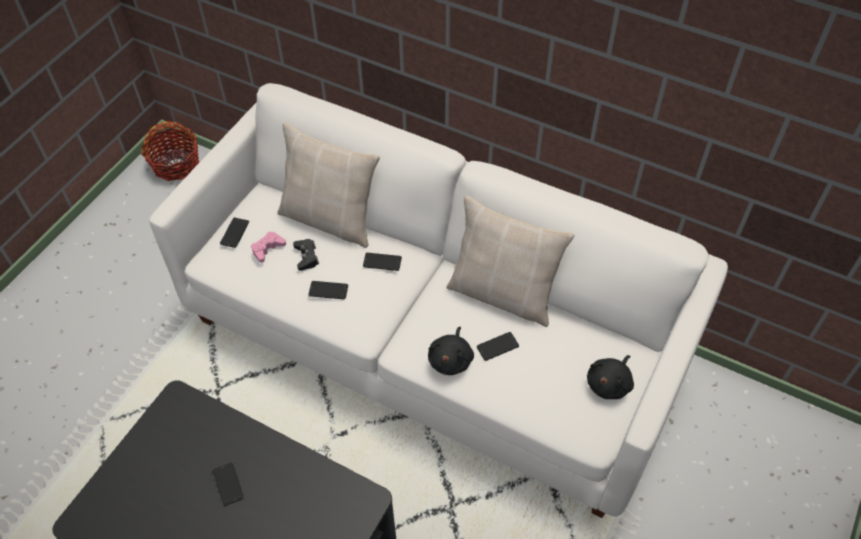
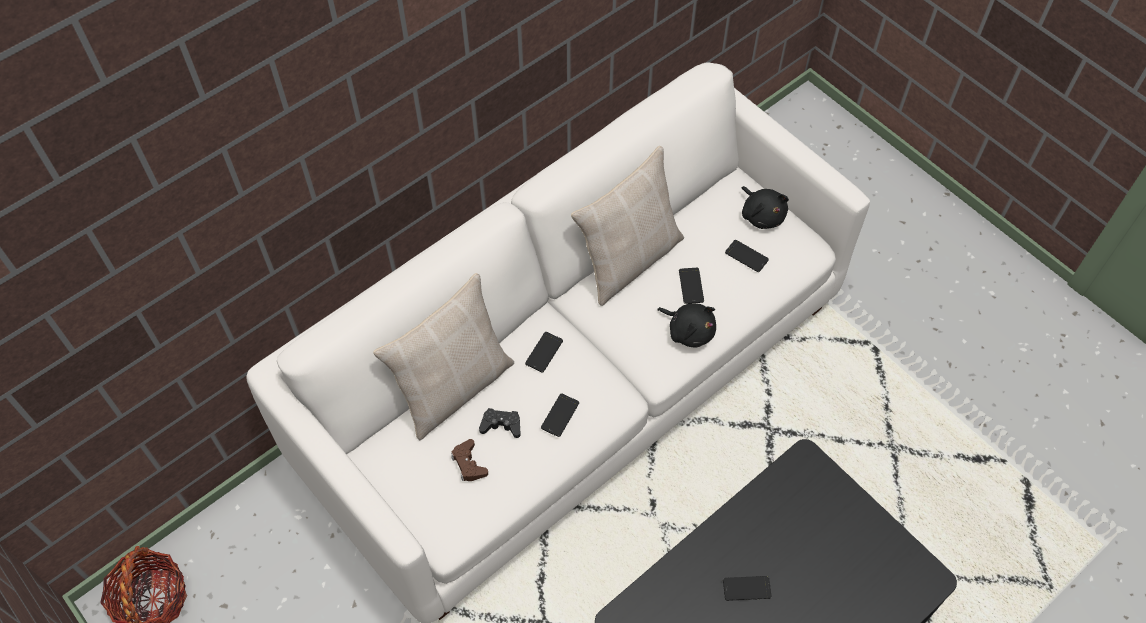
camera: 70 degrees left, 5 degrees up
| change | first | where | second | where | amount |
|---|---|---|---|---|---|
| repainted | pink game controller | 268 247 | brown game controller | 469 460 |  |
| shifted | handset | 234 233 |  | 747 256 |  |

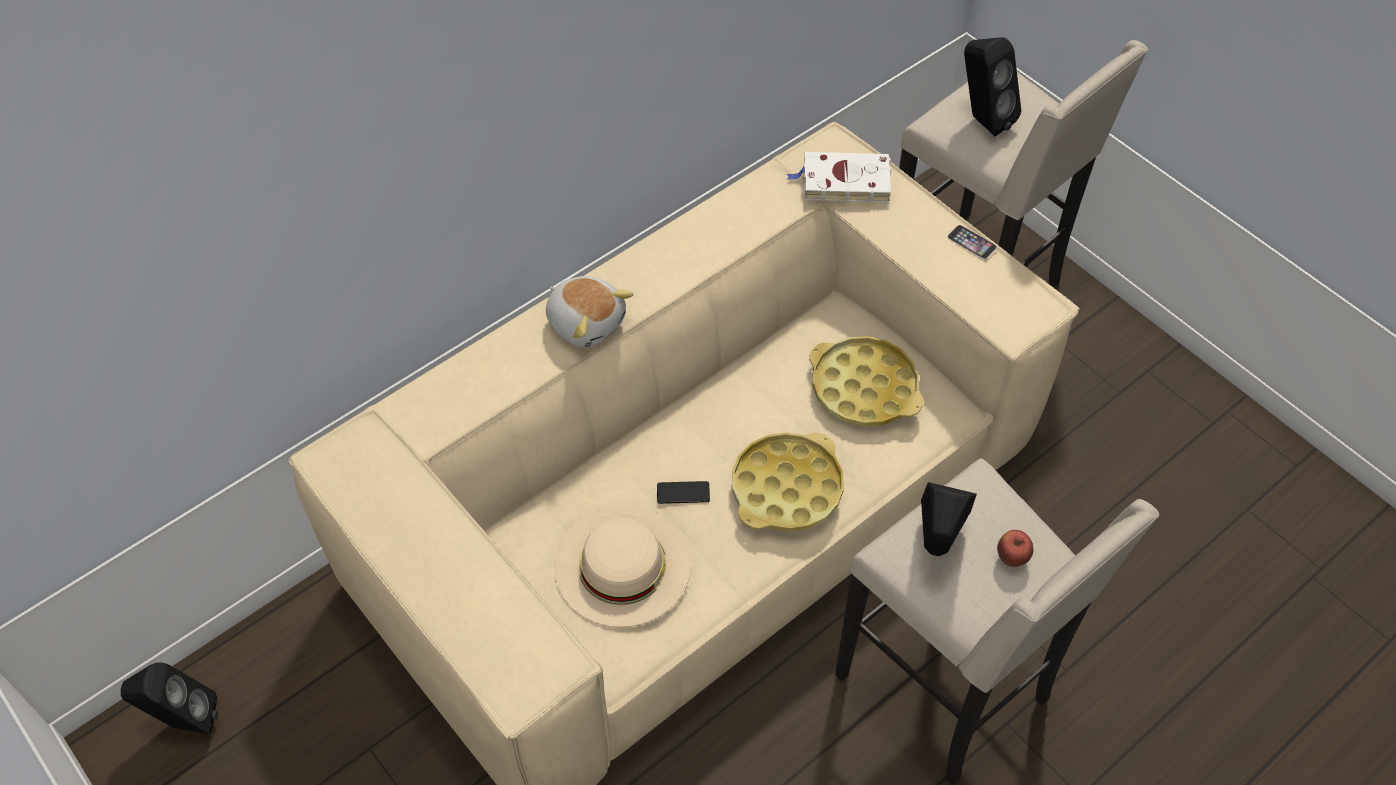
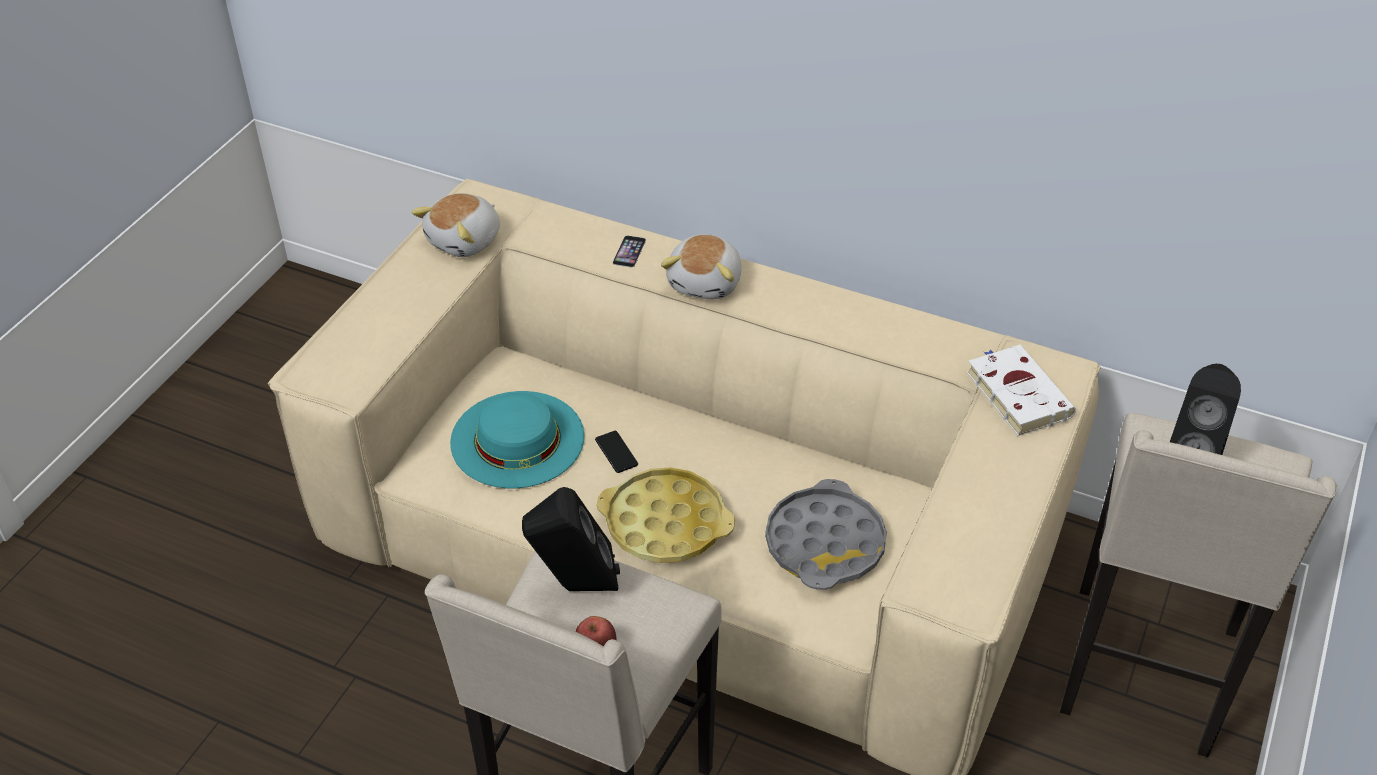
camera: 65 degrees right, 10 degrees down
| change | first | where | second | where | amount |
|---|---|---|---|---|---|
| new |  |  | plush toy | 456 225 |  |
| repainted | beige hat | 622 566 | turquoise-coloured hat | 517 439 |  |
| shifted | handset | 972 242 |  | 629 251 |  |
| repainted | yellow carrying tray | 866 381 | grey carrying tray | 826 534 |  |
| gone | black loudspeaker | 169 699 |  |  |  |

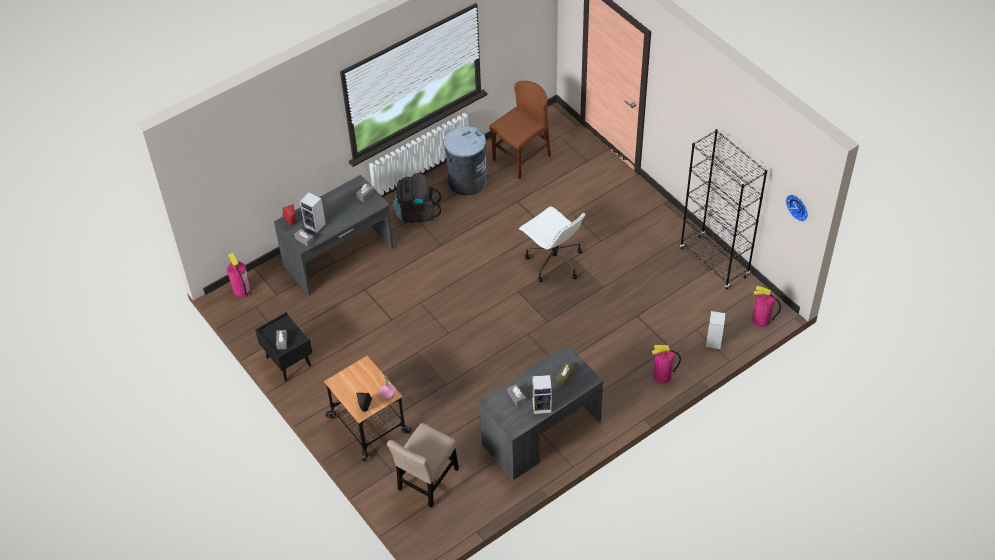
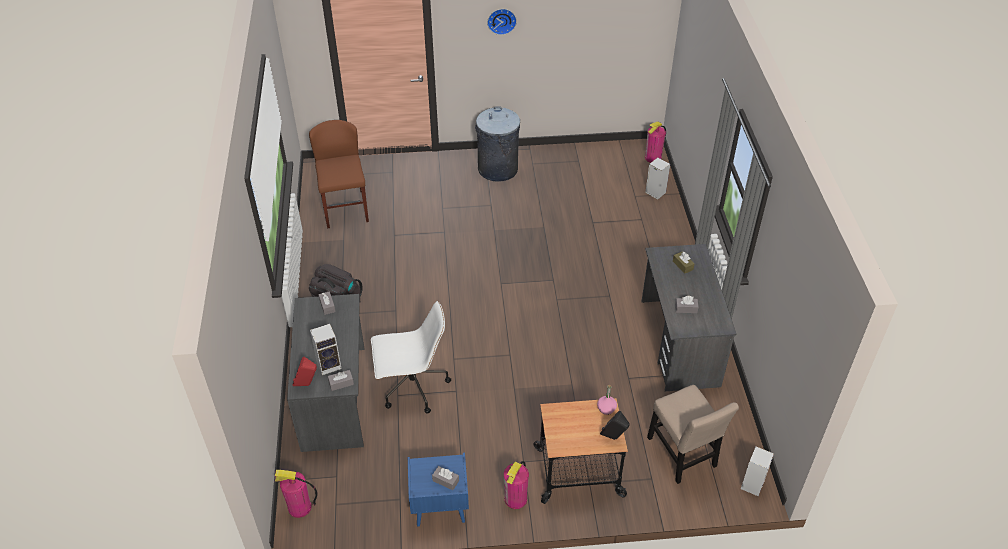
camera: 60 degrees left, 5 degrees down
| change | first | where | second | where | amount |
|---|---|---|---|---|---|
| shifted | white desk chair | 552 244 |  | 411 357 |  |
| repainted | black night table | 284 346 | bluish night table | 438 490 |  |
| shifted | grey trash can | 465 160 |  | 497 144 |  |
| shifted | wall clock | 797 208 |  | 502 22 |  |
| shifted | fire extinguisher | 666 364 |  | 516 485 |  |
| shifted | loudspeaker | 542 394 |  | 757 471 |  |
| gone | black bookshelf | 723 209 |  |  |  |

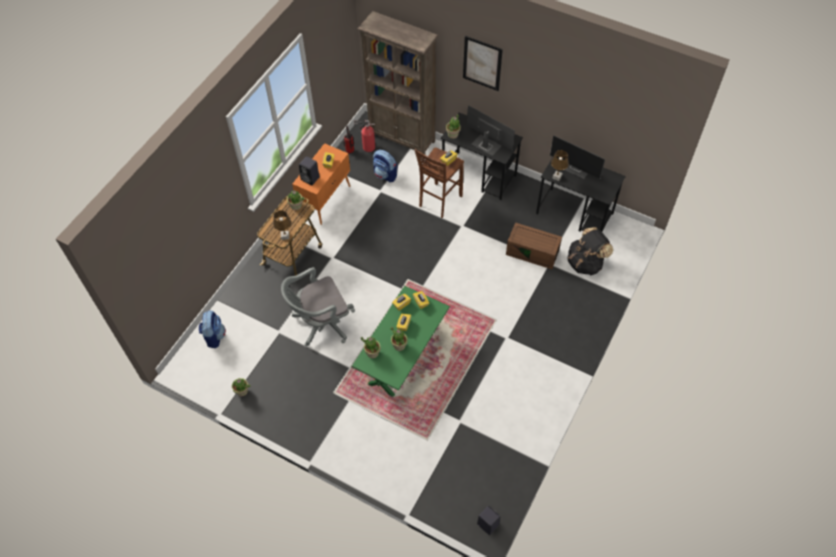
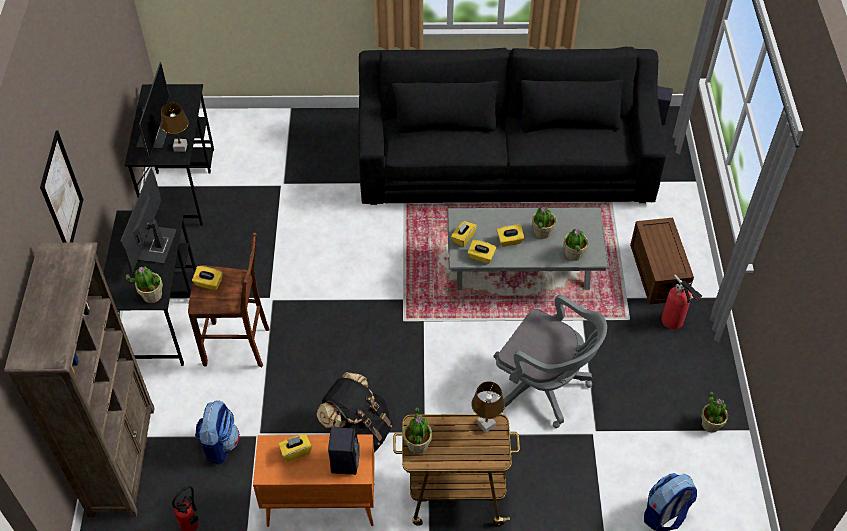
camera: 120 degrees left, 5 degrees down
| change | first | where | second | where | amount |
|---|---|---|---|---|---|
| shifted | black backpack | 590 251 |  | 354 412 |  |
| new |  |  | black couch | 512 126 |  |
| repainted | green-coloured low table | 401 341 | grey low table | 528 248 |  |
| shifted | brown storage bin | 534 245 |  | 662 261 |  |
| shifted | fire extinguisher | 364 135 |  | 681 302 |  |

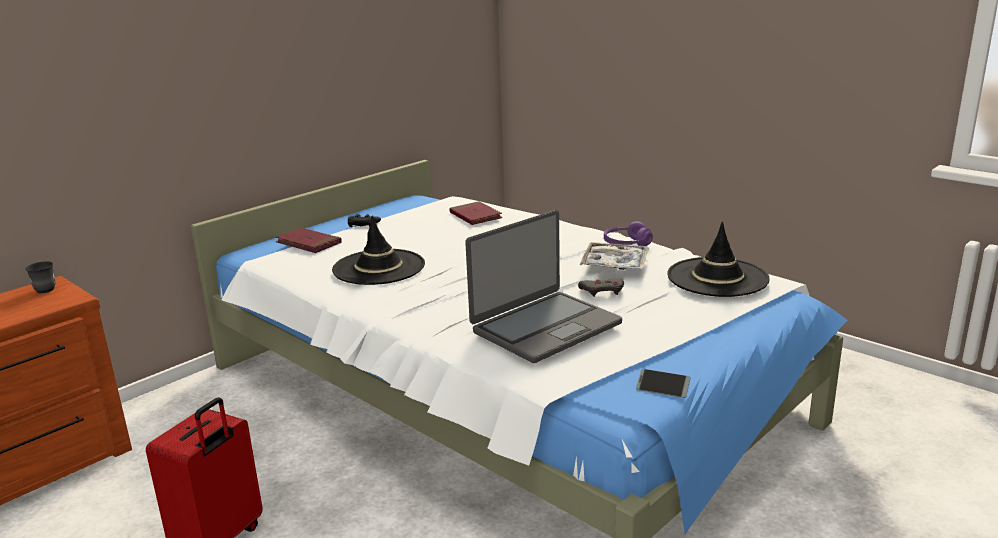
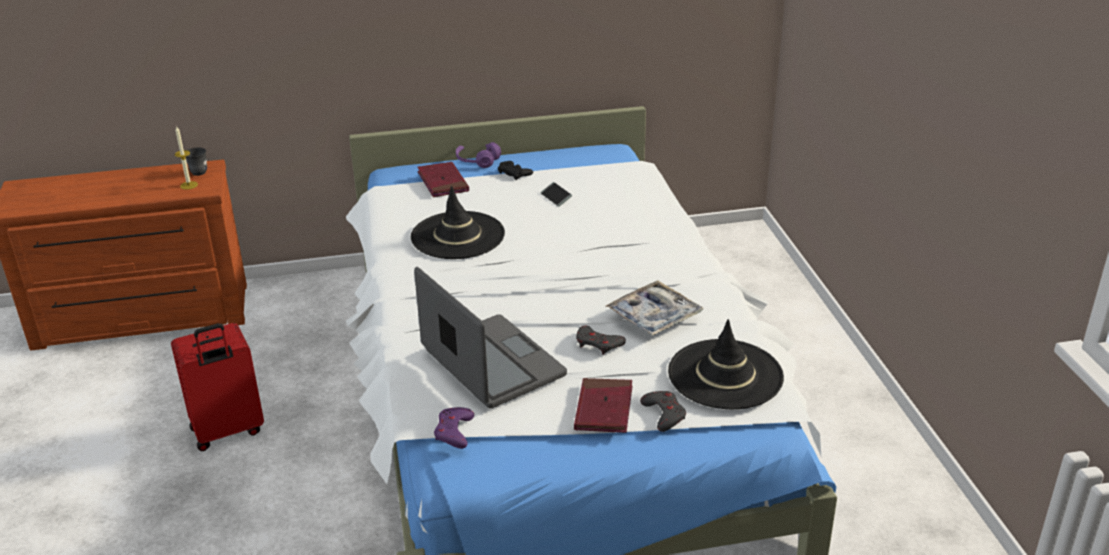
camera: 35 degrees right, 10 degrees up
| change | first | where | second | where | amount |
|---|---|---|---|---|---|
| new |  |  | wax light | 186 158 |  |
| rotated | portable computer | 543 286 |  | 490 338 | 120 degrees counterclockwise |
| new |  |  | purple game controller | 454 428 |  |
| shifted | purple pair of headphones | 628 233 |  | 478 155 |  |
| shifted | handset | 663 383 |  | 556 194 |  |
| shifted | red-coloured bound book | 475 213 |  | 603 405 |  |
| new |  |  | grey game controller | 663 411 |  |

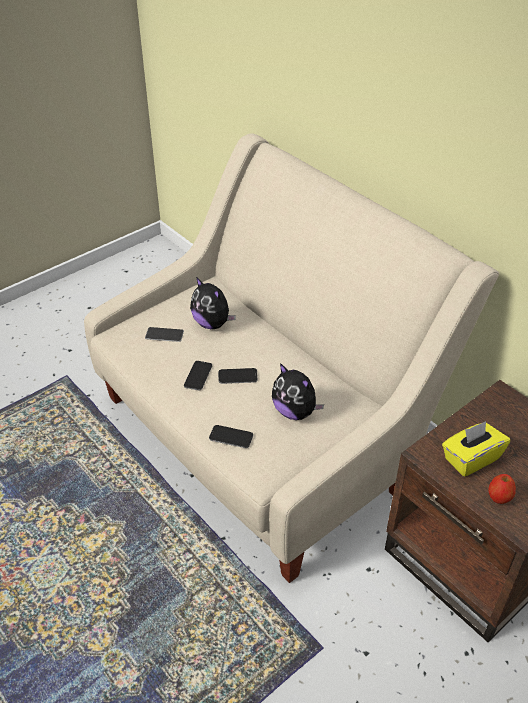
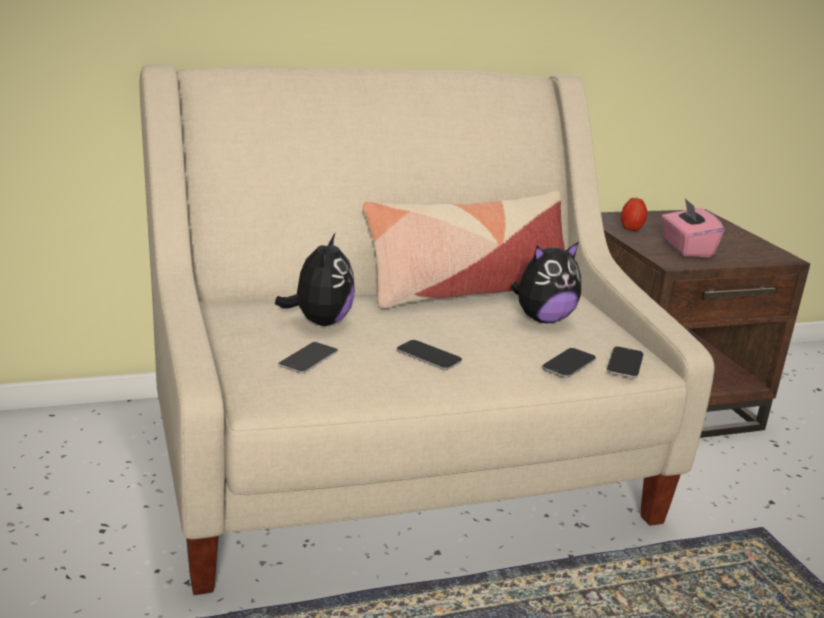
camera: 70 degrees left, 20 degrees down
| change | first | where | second | where | amount |
|---|---|---|---|---|---|
| rotated | plush toy | 213 303 |  | 315 279 | 60 degrees counterclockwise |
| new |  |  | throw pillow | 463 250 |  |
| shifted | handset | 238 376 |  | 625 362 |  |
| shifted | whole apple | 502 489 |  | 634 214 |  |
| repainted | yellow tissue box | 476 449 | pink tissue box | 692 227 |  |

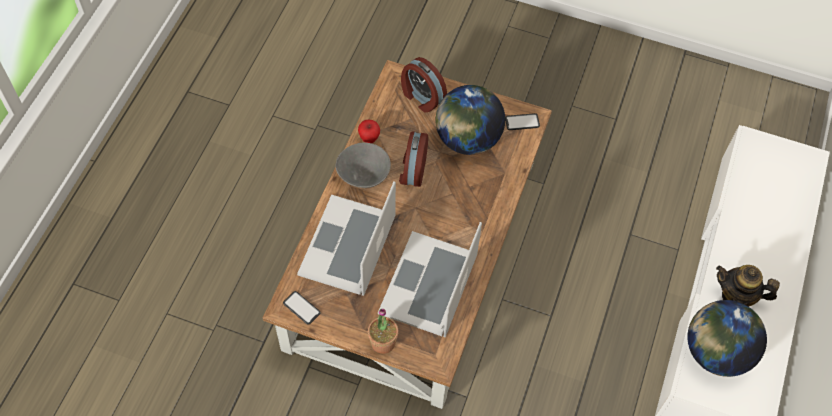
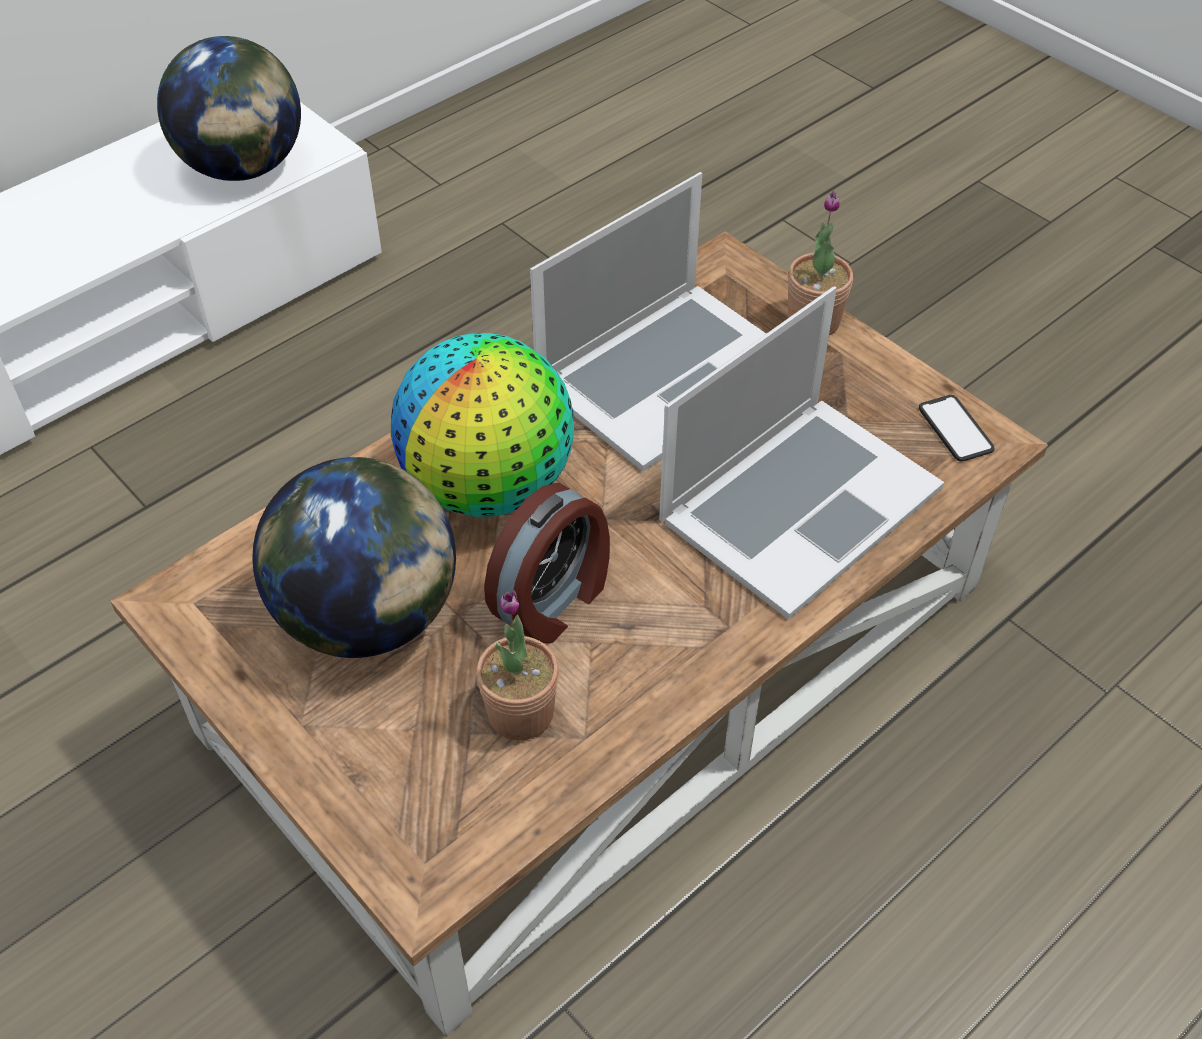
camera: 150 degrees left, 10 degrees down
| change | first | where | second | where | amount |
|---|---|---|---|---|---|
| new |  |  | globe | 482 425 |  |
| new |  |  | potted plant | 517 665 |  |
| gone | grey bowl | 363 165 |  |  |  |
| gone | whole apple | 369 131 |  |  |  |
| gone | alarm clock | 424 85 |  |  |  |
| gone | handset | 522 121 |  |  |  |
| gone | tea pot | 748 286 |  |  |  |

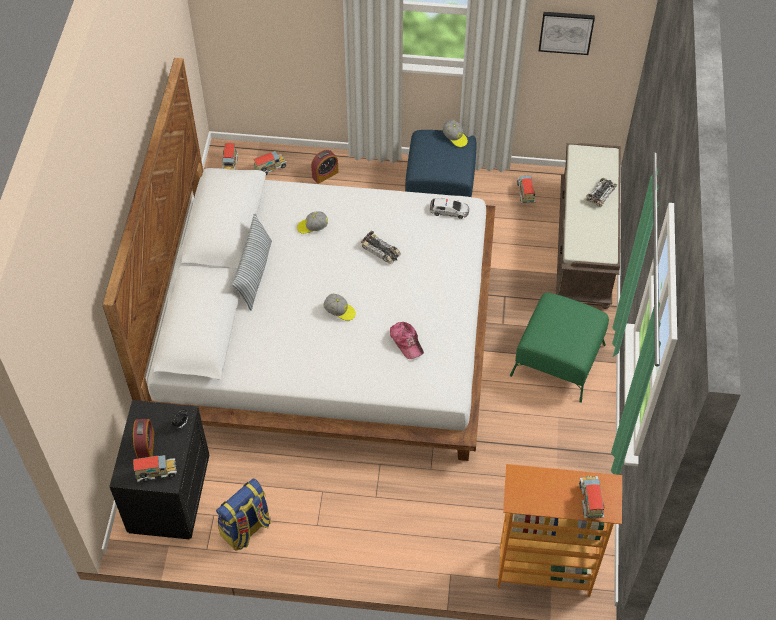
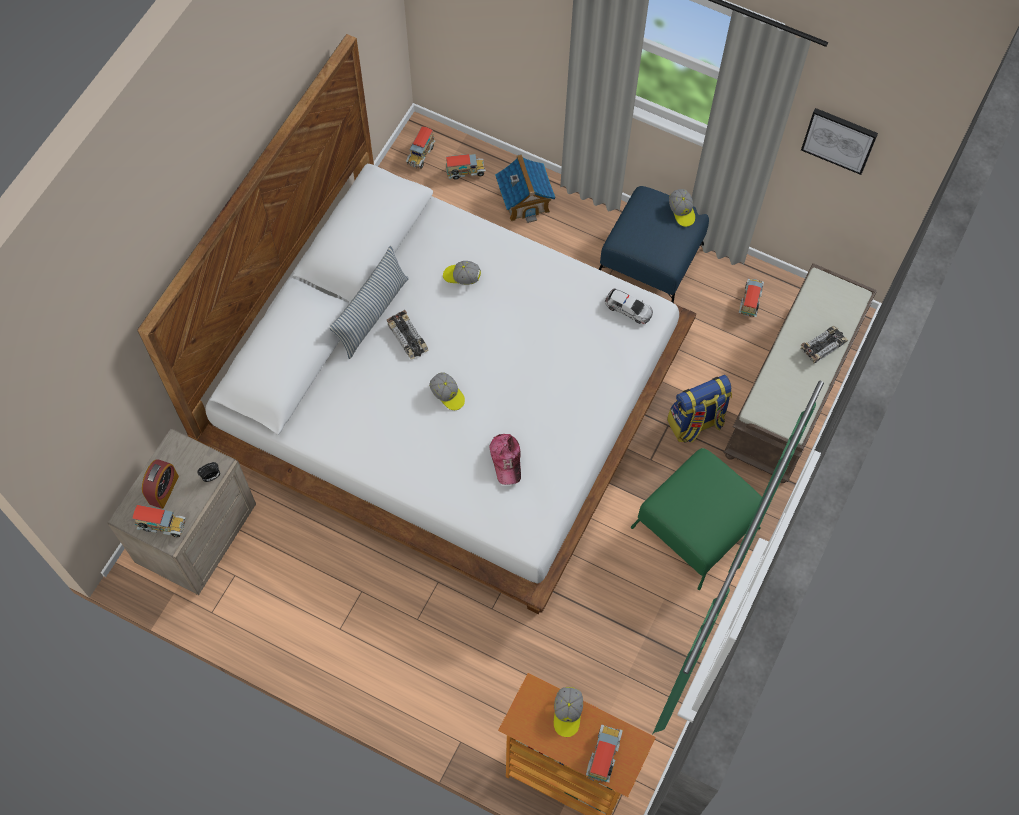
camera: 20 degrees right, 10 degrees up
| change | first | where | second | where | amount |
|---|---|---|---|---|---|
| repainted | black night table | 159 469 | beige night table | 181 511 |  |
| shifted | miniature car | 381 247 |  | 407 335 |  |
| swapped | alarm clock | 325 167 | toy house | 525 188 |  |
| new |  |  | peaked cap | 568 712 |  |
| shifted | backpack | 243 515 |  | 699 409 |  |

